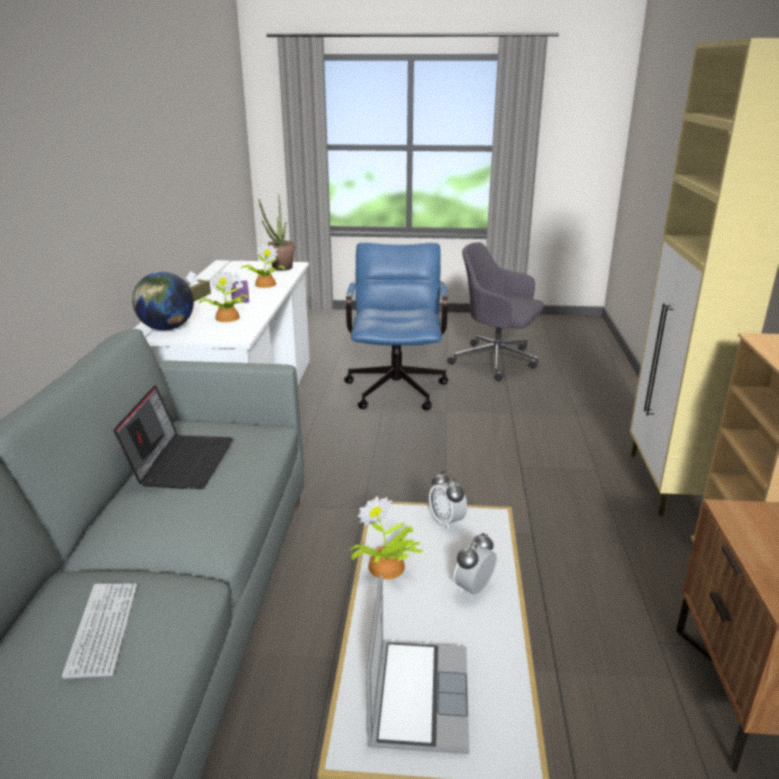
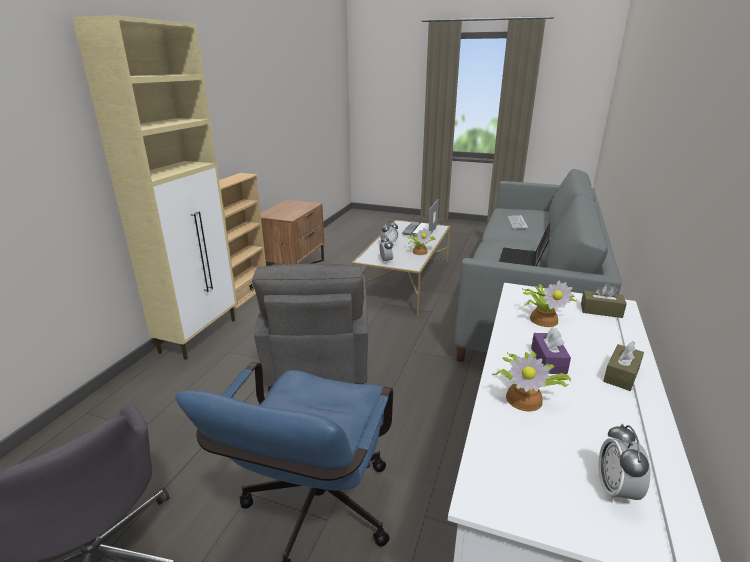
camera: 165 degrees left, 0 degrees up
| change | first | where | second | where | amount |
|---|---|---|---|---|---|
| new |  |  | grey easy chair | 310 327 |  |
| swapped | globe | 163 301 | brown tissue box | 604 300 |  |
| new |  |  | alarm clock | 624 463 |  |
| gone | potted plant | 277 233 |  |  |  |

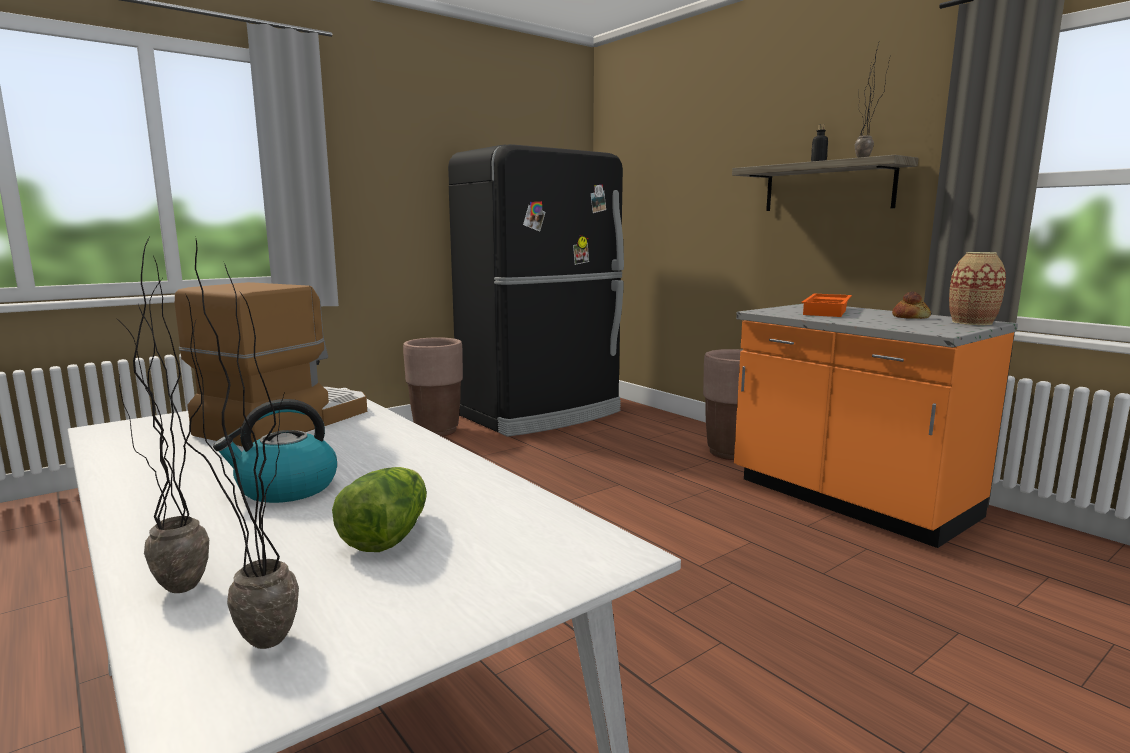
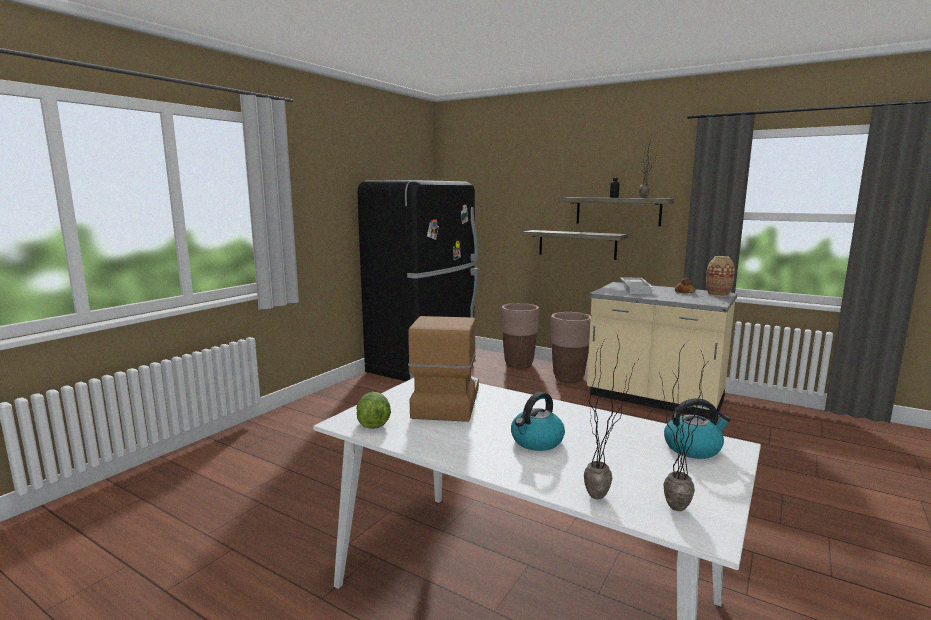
camera: 20 degrees left, 0 degrees up
| change | first | where | second | where | amount |
|---|---|---|---|---|---|
| shifted | lettuce head | 379 509 |  | 373 410 |  |
| shifted | brown planter | 433 387 |  | 520 336 |  |
| new |  |  | bracket shelf | 575 245 |  |
| repainted | orangey kitchen counter | 876 426 | beige kitchen counter | 662 350 |  |
| repainted | orangey carrying tray | 826 305 | white carrying tray | 636 285 |  |
| new |  |  | water kettle | 697 428 |  |

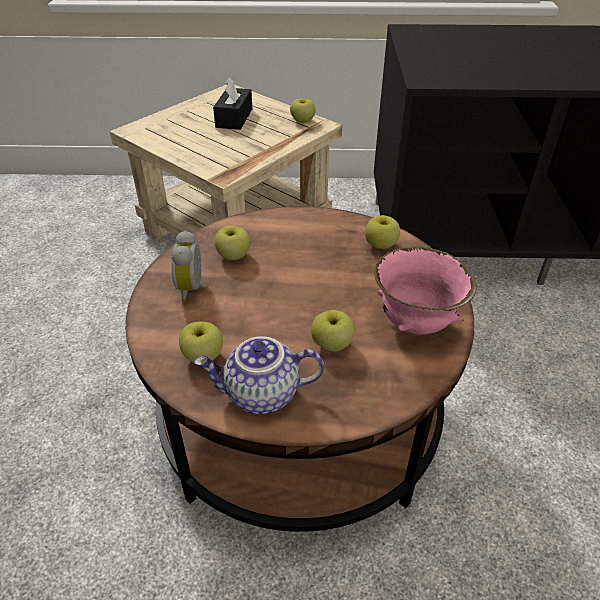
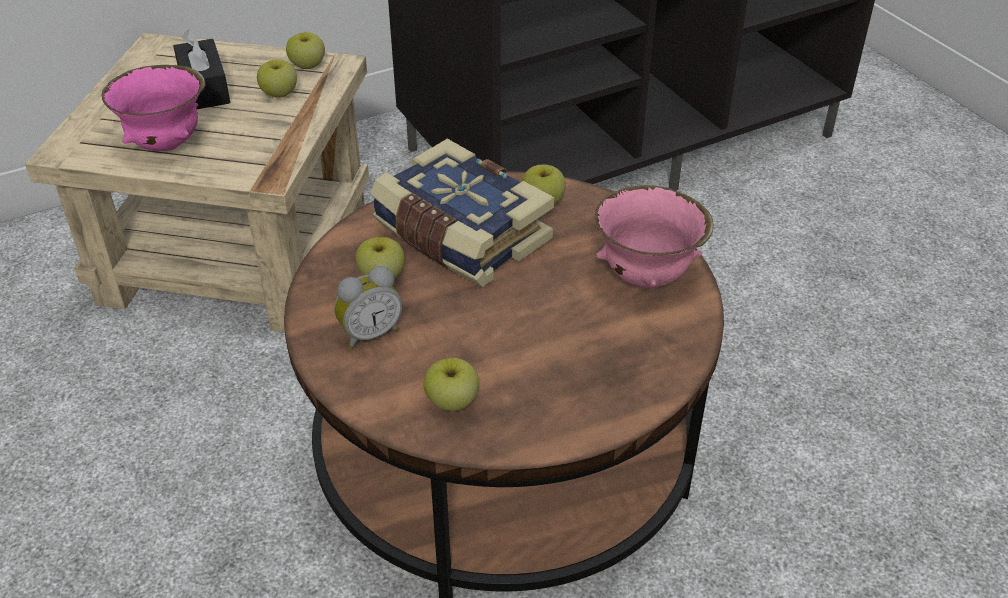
camera: 30 degrees left, 0 degrees up
| change | first | where | second | where | amount |
|---|---|---|---|---|---|
| new |  |  | pink bowl | 153 108 |  |
| shifted | whole apple | 332 330 |  | 277 78 |  |
| rotated | alarm clock | 189 266 |  | 368 307 | 90 degrees counterclockwise |
| new |  |  | bound book | 462 213 |  |
| gone | tea pot | 259 375 |  |  |  |

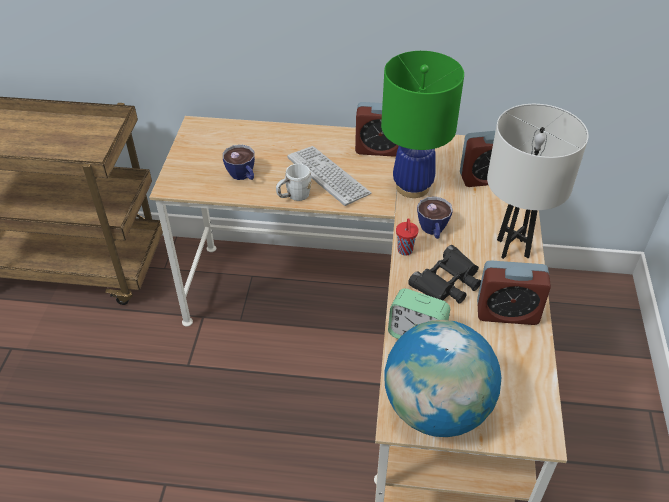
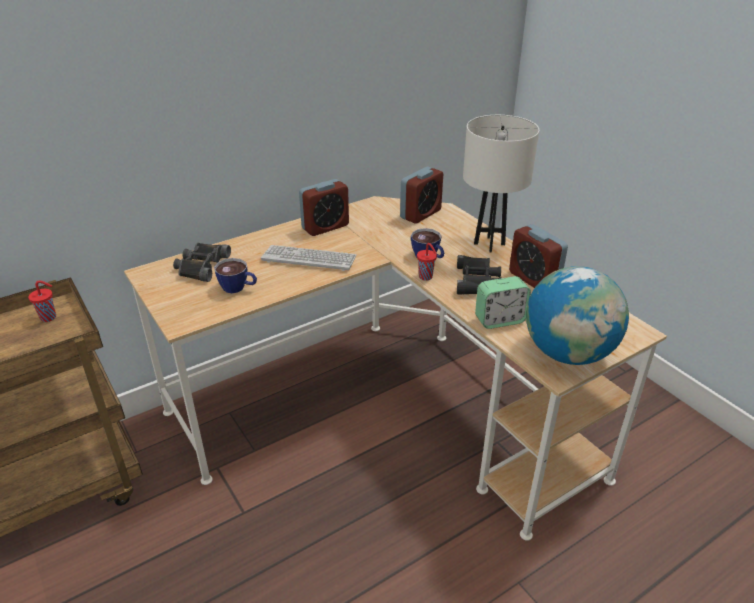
camera: 40 degrees left, 10 degrees down
| change | first | where | second | where | amount |
|---|---|---|---|---|---|
| new |  |  | red-coloured drinking cup | 42 301 |  |
| new |  |  | black field glasses | 202 262 |  |
| rotated | alarm clock | 514 292 |  | 538 256 | 90 degrees clockwise |
| gone | white coffee mug | 294 182 |  |  |  |
| gone | green-coloured table lamp | 422 124 |  |  |  |

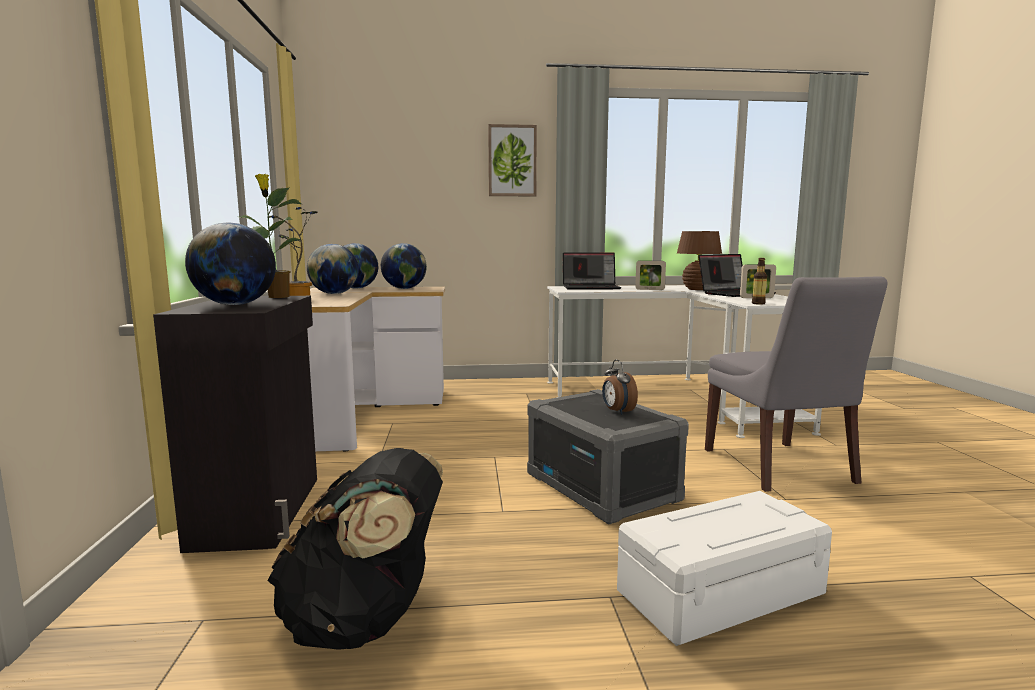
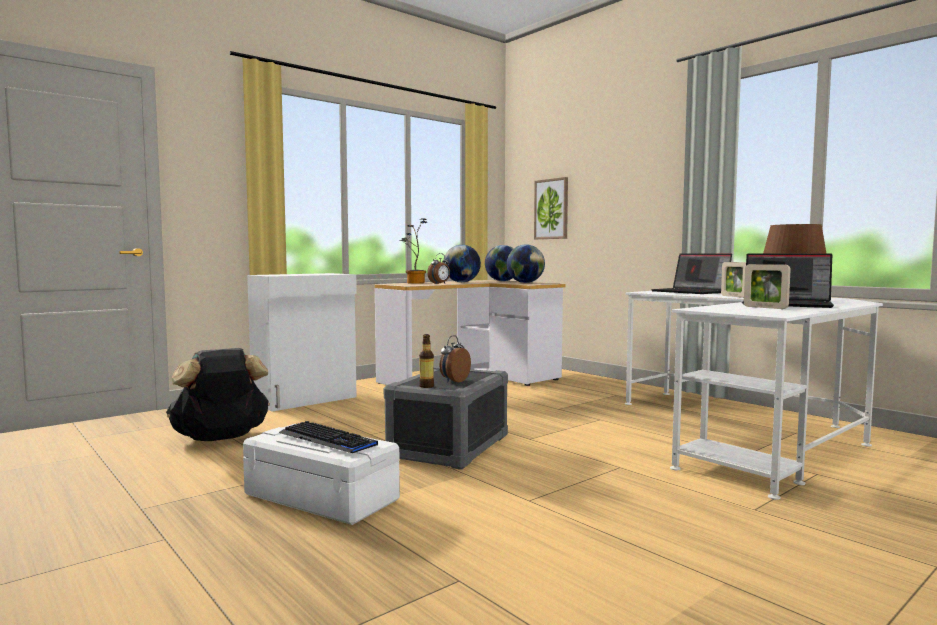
camera: 55 degrees right, 5 degrees down
| change | first | where | second | where | amount |
|---|---|---|---|---|---|
| repainted | black cupboard | 235 424 | white cupboard | 302 342 |  |
| new |  |  | keyboard | 328 437 |  |
| shifted | bottle | 759 281 |  | 426 361 |  |
| new |  |  | alarm clock | 438 268 |  |
| shifted | wall picture | 512 160 |  | 551 208 |  |
| gone | globe | 230 263 |  |  |  |
| gone | potted plant | 270 236 |  |  |  |
| gone | grey plain chair | 796 384 |  |  |  |

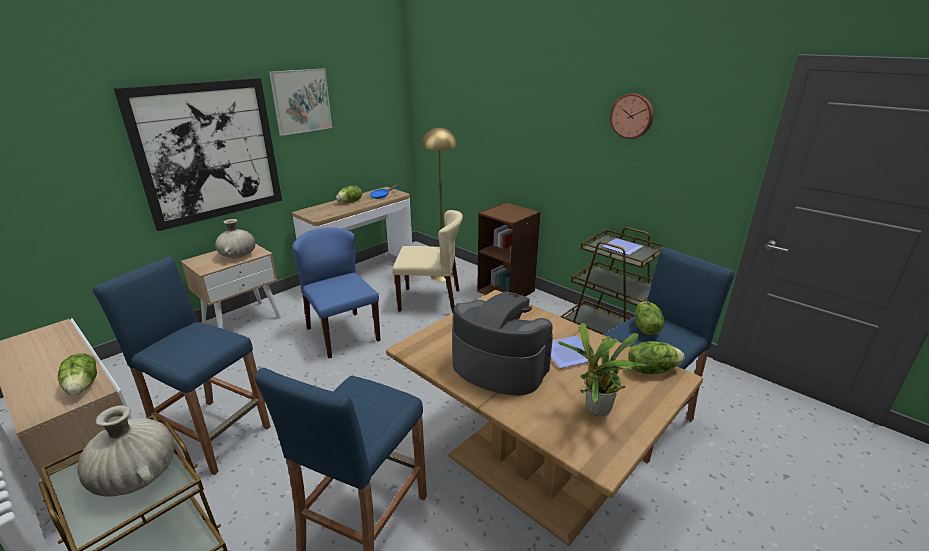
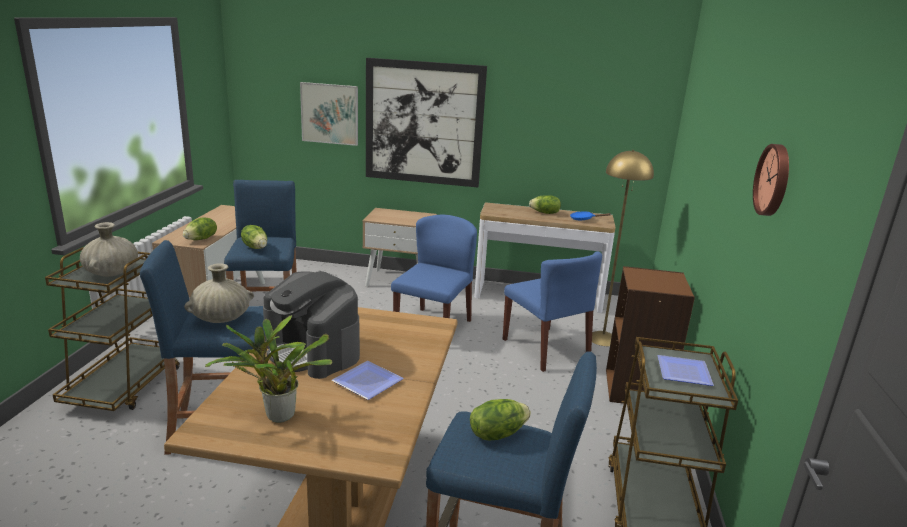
camera: 55 degrees right, 5 degrees down
| change | first | where | second | where | amount |
|---|---|---|---|---|---|
| shifted | beige decorative vase | 235 239 |  | 219 293 |  |
| shifted | lettuce head | 656 357 |  | 254 237 |  |
| rotated | coffee brewer | 502 344 |  | 311 325 | 135 degrees clockwise |
| shifted | wall picture | 300 102 |  | 329 114 |  |
| repainted | beige plain chair | 427 261 | bluish plain chair | 552 311 |  |

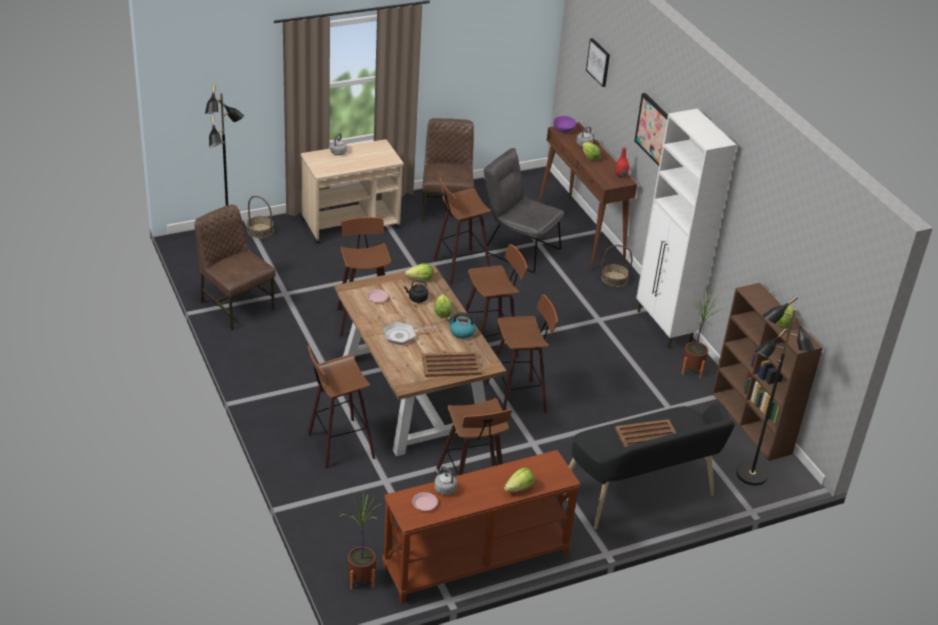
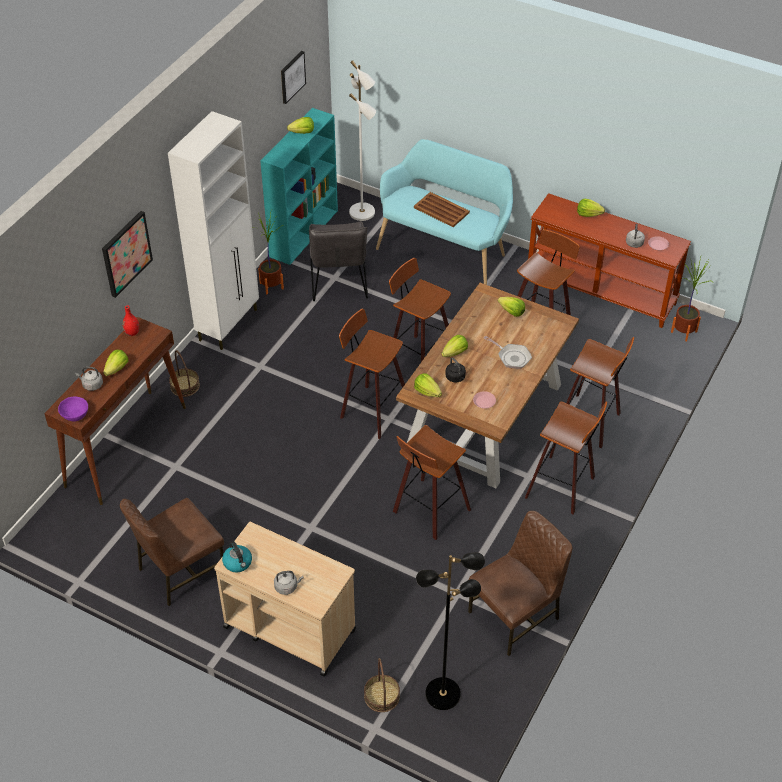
camera: 125 degrees left, 10 degrees up
| change | first | where | second | where | amount |
|---|---|---|---|---|---|
| shifted | water kettle | 461 325 |  | 237 557 |  |
| repainted | brown bookshelf | 767 372 | turquoise-coloured bookshelf | 299 186 |  |
| shifted | wall picture | 598 62 |  | 293 77 |  |
| shifted | grey plain chair | 524 210 |  | 338 261 |  |
| repainted | black standing lamp | 775 390 | white standing lamp | 362 140 |  |
| repainted | black bench | 652 466 | turquoise-coloured bench | 444 212 |  |
| rotated | brown plain chair | 235 267 |  | 520 583 | 135 degrees counterclockwise |
| swapped | brown carrying tray | 452 364 | lettuce head | 511 307 |  |
| shifted | stool seat | 462 231 |  | 566 458 |  |

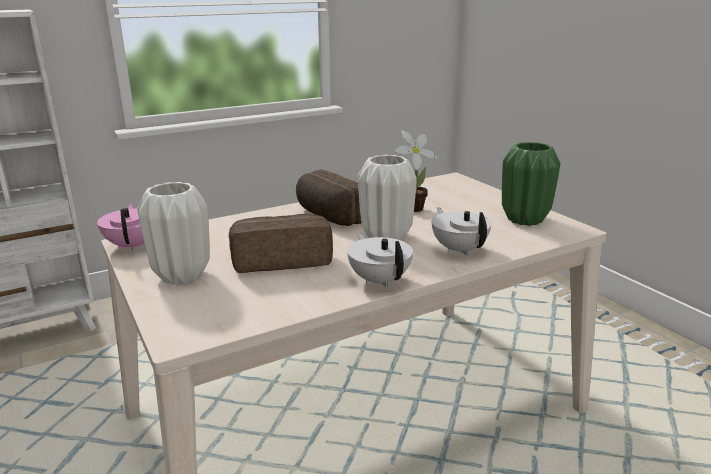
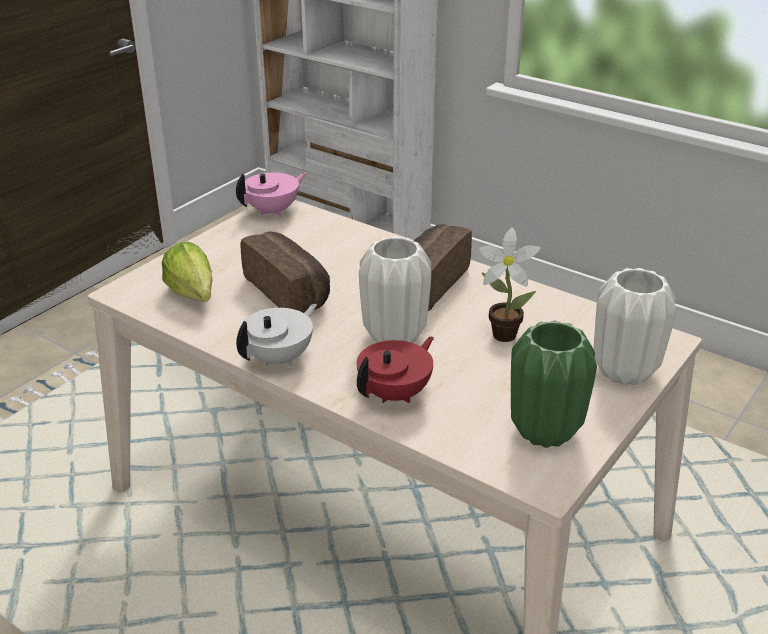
camera: 65 degrees right, 10 degrees up
| change | first | where | second | where | amount |
|---|---|---|---|---|---|
| new |  |  | lettuce head | 187 272 |  |
| repainted | white tea pot | 461 231 | red-coloured tea pot | 395 369 |  |
| shifted | white decorative vase | 173 233 |  | 635 326 |  |

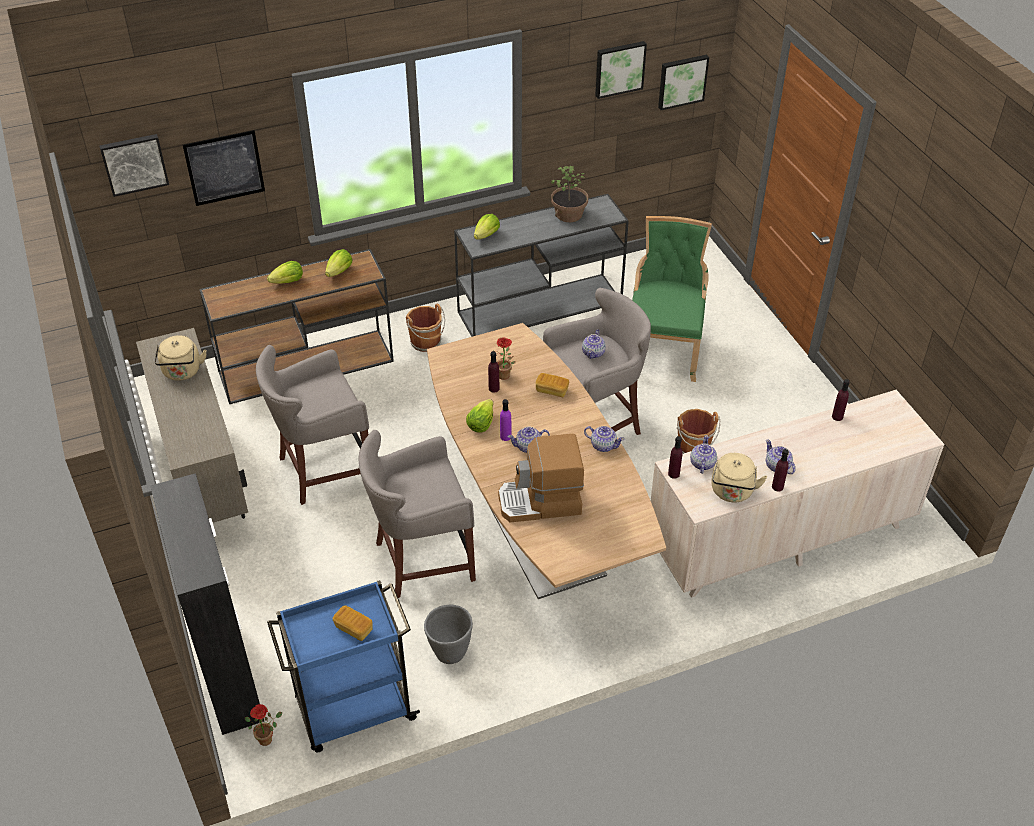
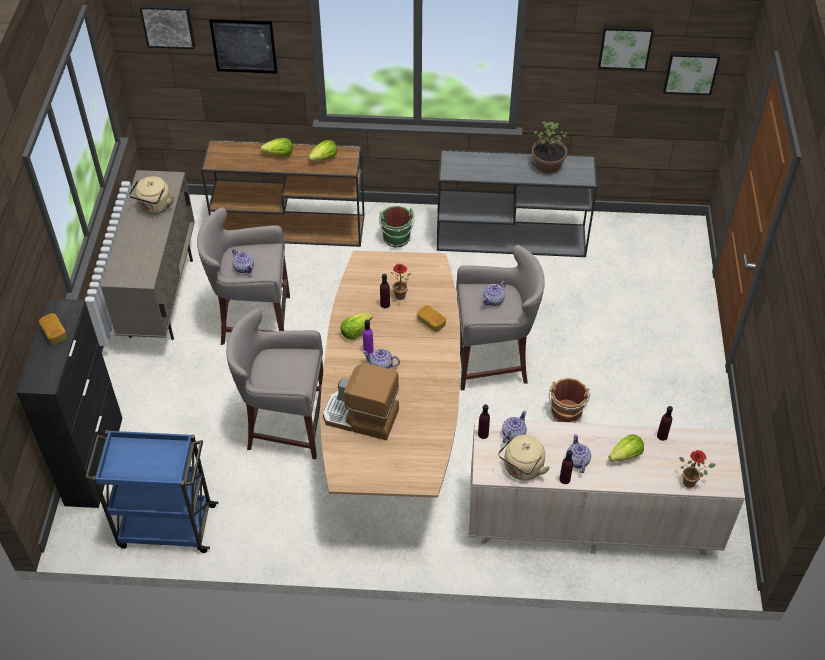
camera: 25 degrees right, 5 degrees up
| change | first | where | second | where | amount |
|---|---|---|---|---|---|
| shifted | baked bread | 353 623 |  | 53 329 |  |
| shifted | tea pot | 604 439 |  | 243 261 |  |
| repainted | brown pail | 425 327 | green-coloured pail | 397 227 |  |
| shifted | lettuce head | 487 227 |  | 626 448 |  |
| shifted | potted plant | 264 725 |  | 698 469 |  |
| gone | grey planter | 448 634 |  |  |  |
| gone | green-coloured plain chair | 672 299 |  |  |  |

